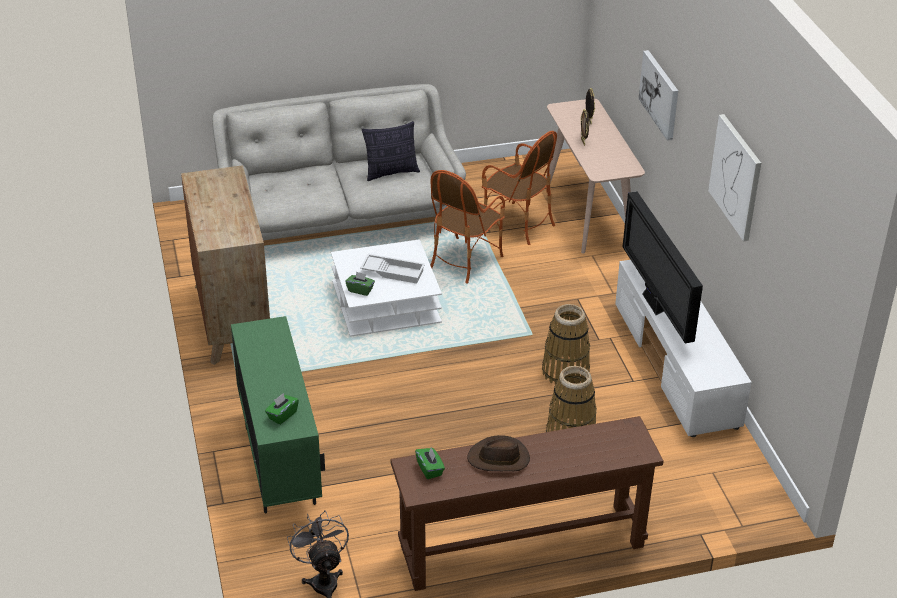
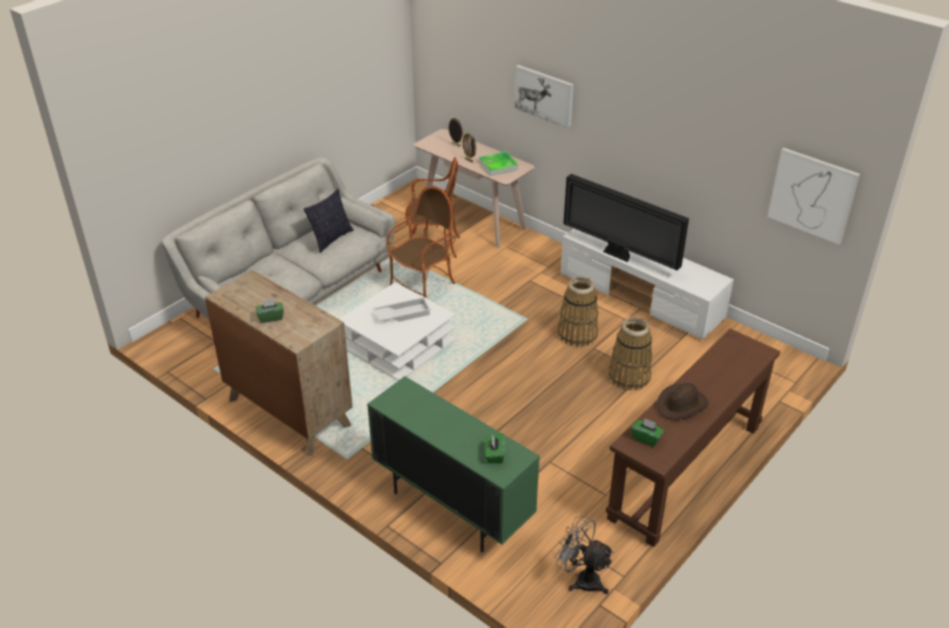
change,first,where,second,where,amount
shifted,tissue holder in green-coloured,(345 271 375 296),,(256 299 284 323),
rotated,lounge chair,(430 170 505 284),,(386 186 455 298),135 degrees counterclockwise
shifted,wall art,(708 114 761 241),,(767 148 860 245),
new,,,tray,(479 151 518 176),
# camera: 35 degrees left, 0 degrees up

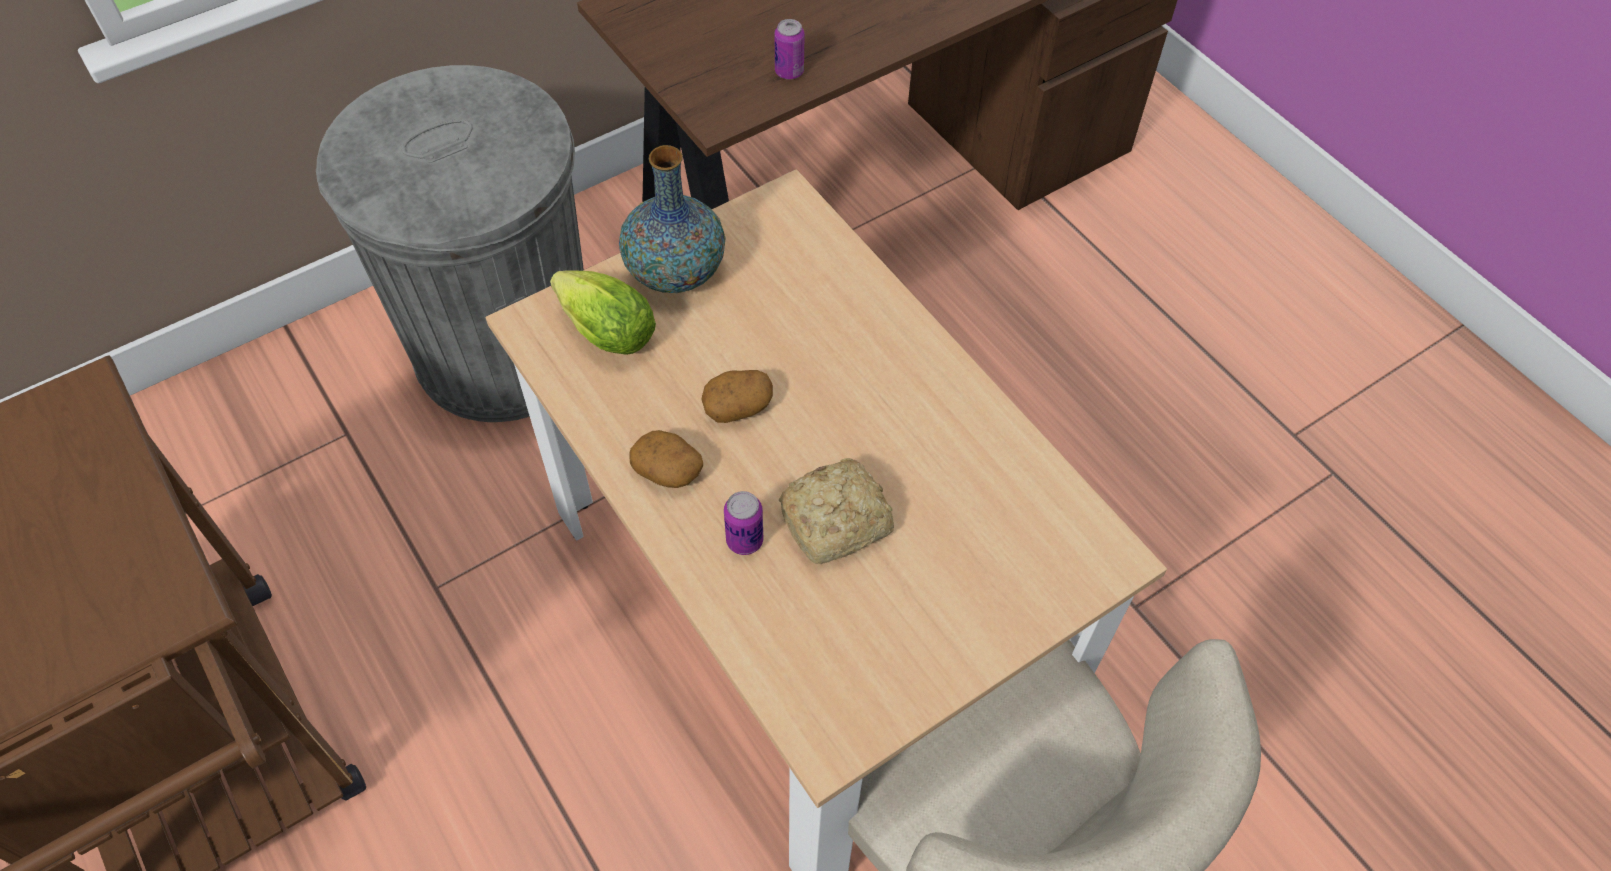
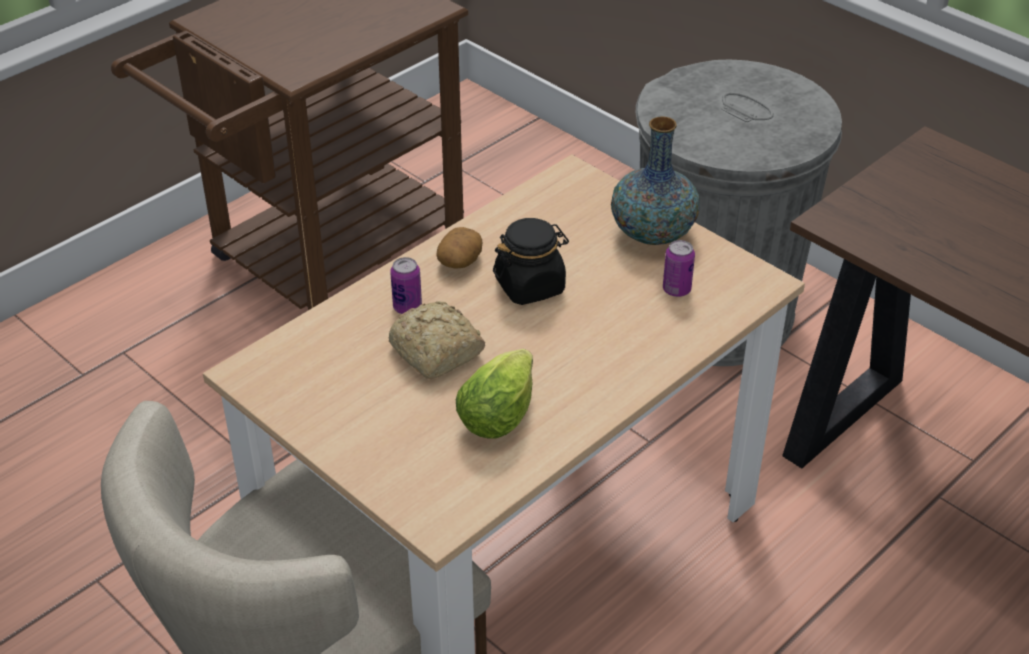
change,first,where,second,where,amount
shifted,lettuce,(550 270 656 355),,(456 349 533 439),
swapped,spud,(702 370 773 423),jar in black-coloured,(493 218 569 305),
shifted,metal can,(775 19 805 79),,(663 240 695 297),
# camera: 80 degrees right, 15 degrees down

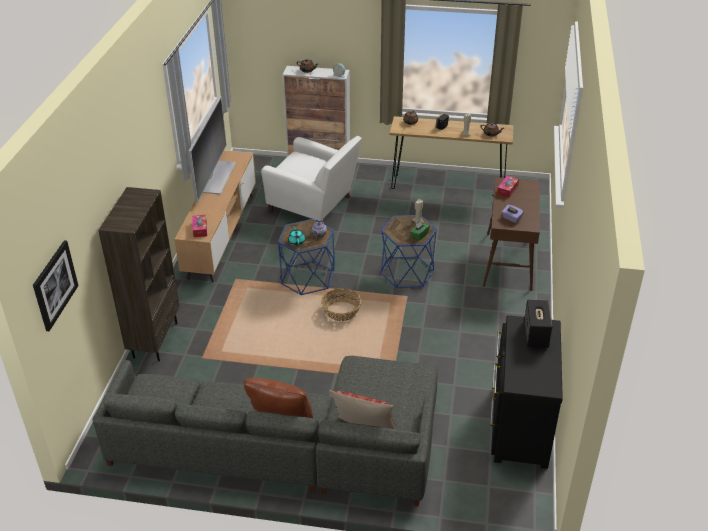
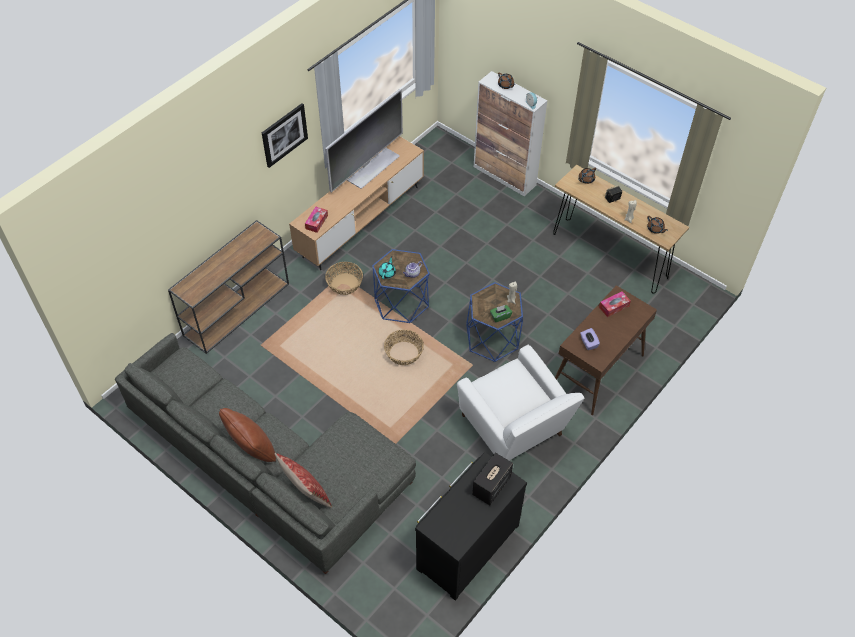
change,first,where,second,where,amount
shifted,wall art,(33 240 78 331),,(262 103 308 168),
swapped,bookshelf in brown,(98 187 180 361),hall table in brown,(168 220 289 354),
shifted,lounge chair in white-coloured,(261 136 362 222),,(457 345 584 460),
new,,,basket,(325 262 363 295),
# camera: 30 degrees right, 15 degrees up

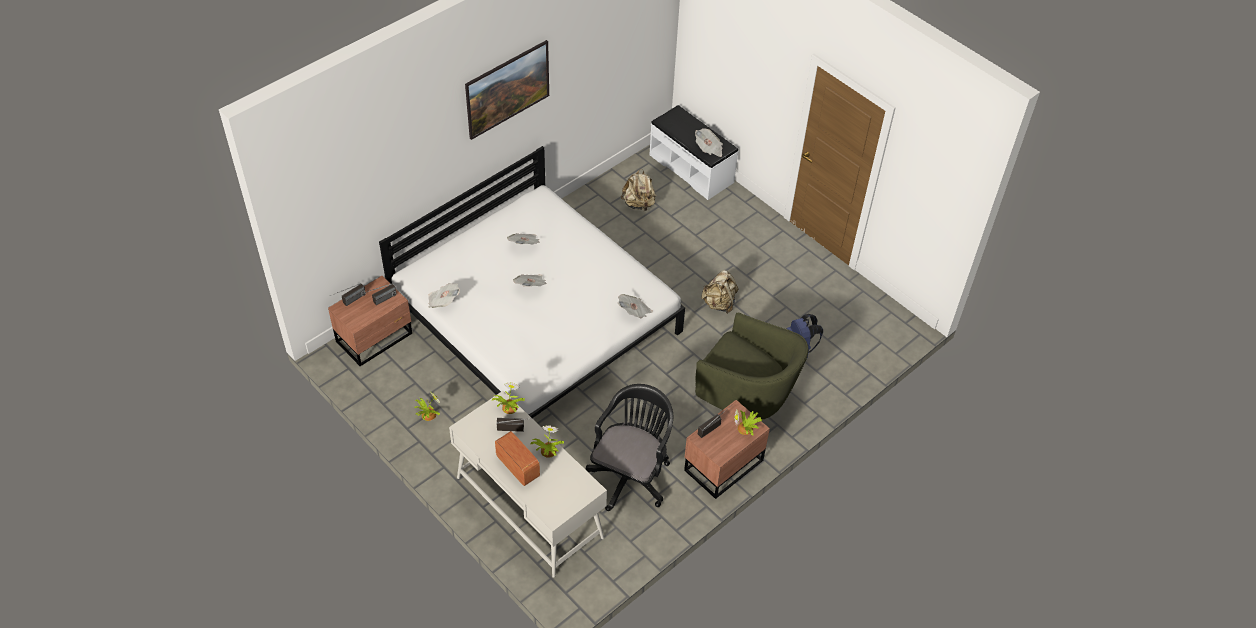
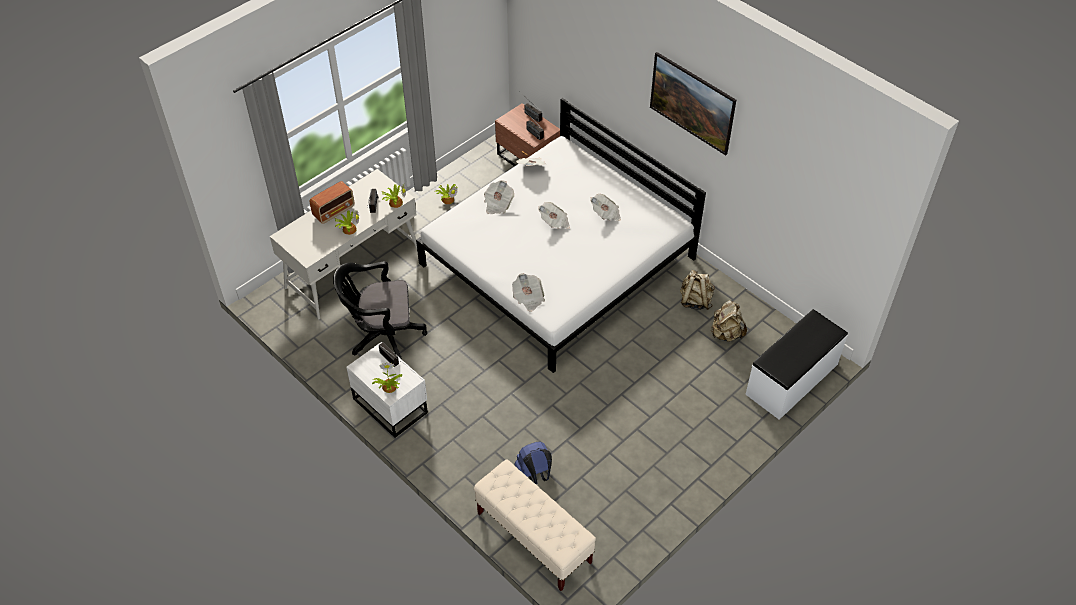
change,first,where,second,where,amount
rotated,desk chair in black-coloured,(585 384 673 511),,(333 262 427 359),150 degrees clockwise
repainted,bedside table in brown,(684 400 770 499),bedside table in white-coloured,(346 342 428 438),
shifted,printed paper,(695 128 723 157),,(484 180 514 214),
gone,lounge chair in green-coloured,(695 313 808 420),,,
shifted,backpack in beige-coloured,(701 270 739 314),,(680 270 715 310),
new,,,bench in beige-coloured,(474 460 596 591),
# camera: 90 degrees right, 0 degrees up

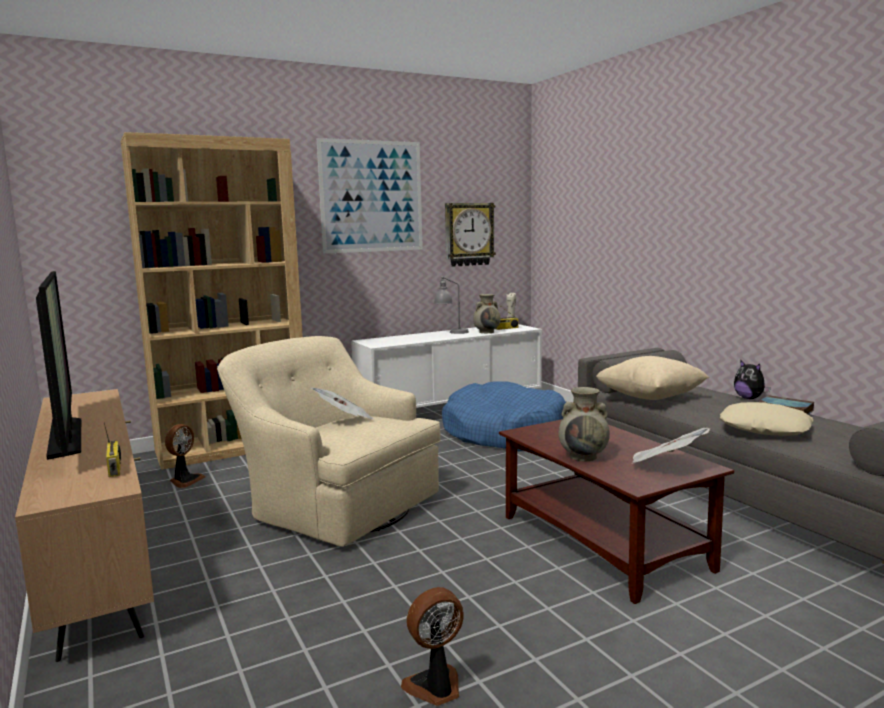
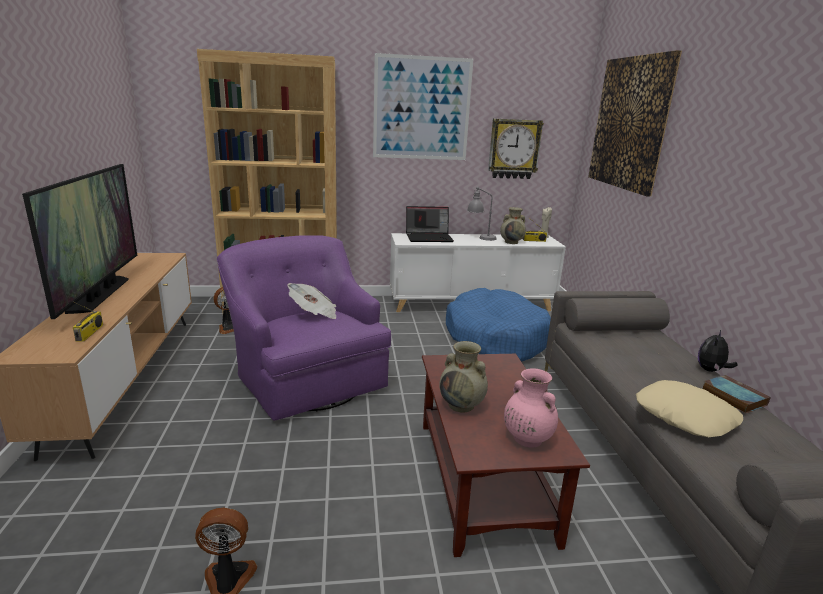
change,first,where,second,where,amount
repainted,lounge chair in beige-coloured,(217 336 441 547),lounge chair in purplish,(217 235 391 421),
gone,pillow in beige-coloured,(596 356 709 400),,,
swapped,printed paper,(632 427 710 464),vase in pink-coloured,(504 368 558 448),
rotated,soft toy,(734 360 771 399),,(698 330 738 372),45 degrees clockwise
new,,,portable computer,(406 206 454 242),
new,,,wall art,(588 50 682 197),
# camera: 20 degrees right, 10 degrees up

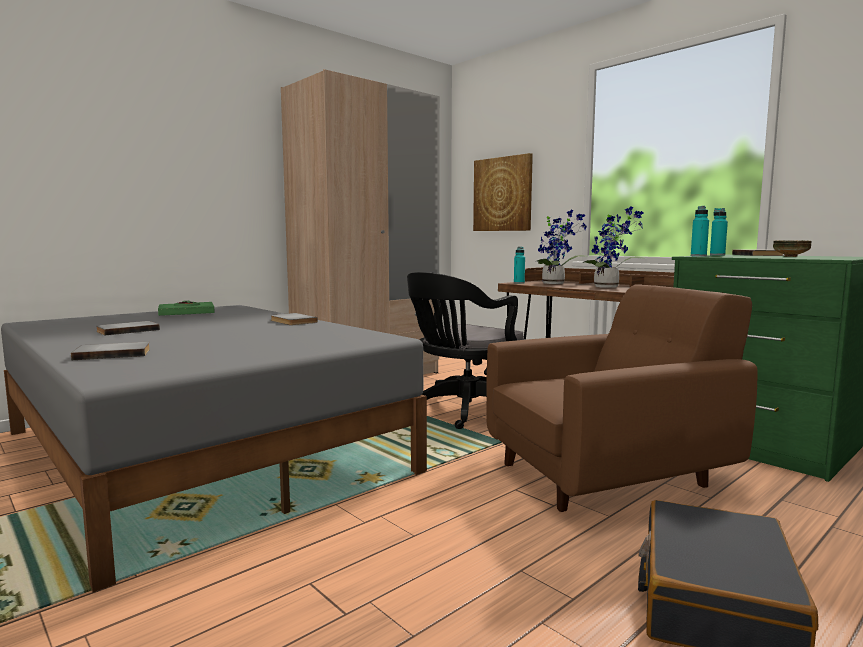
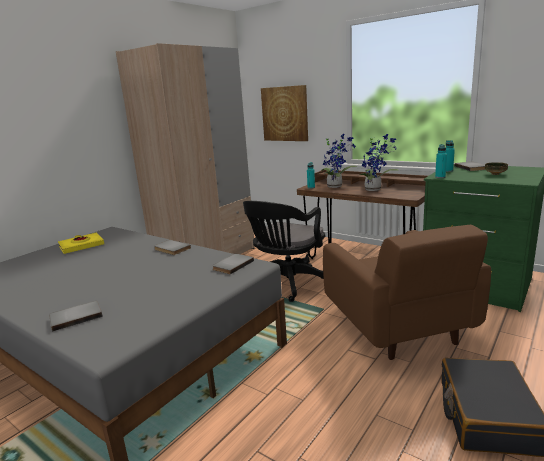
change,first,where,second,where,amount
shifted,volume in grey,(96 321 160 336),,(212 254 254 274),
repainted,volume in green-coloured,(158 301 215 316),volume in yellow,(58 233 104 254),
rotated,lounge chair in brown,(486 284 758 512),,(323 225 491 360),105 degrees clockwise
# camera: 10 degrees left, 10 degrees up

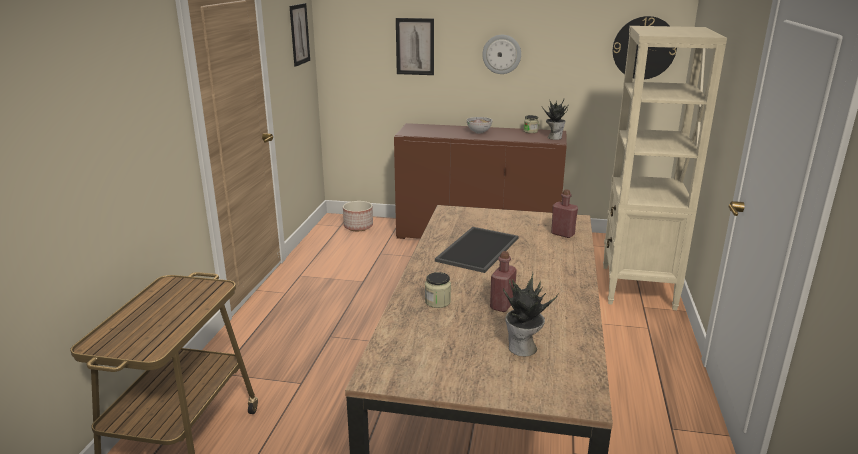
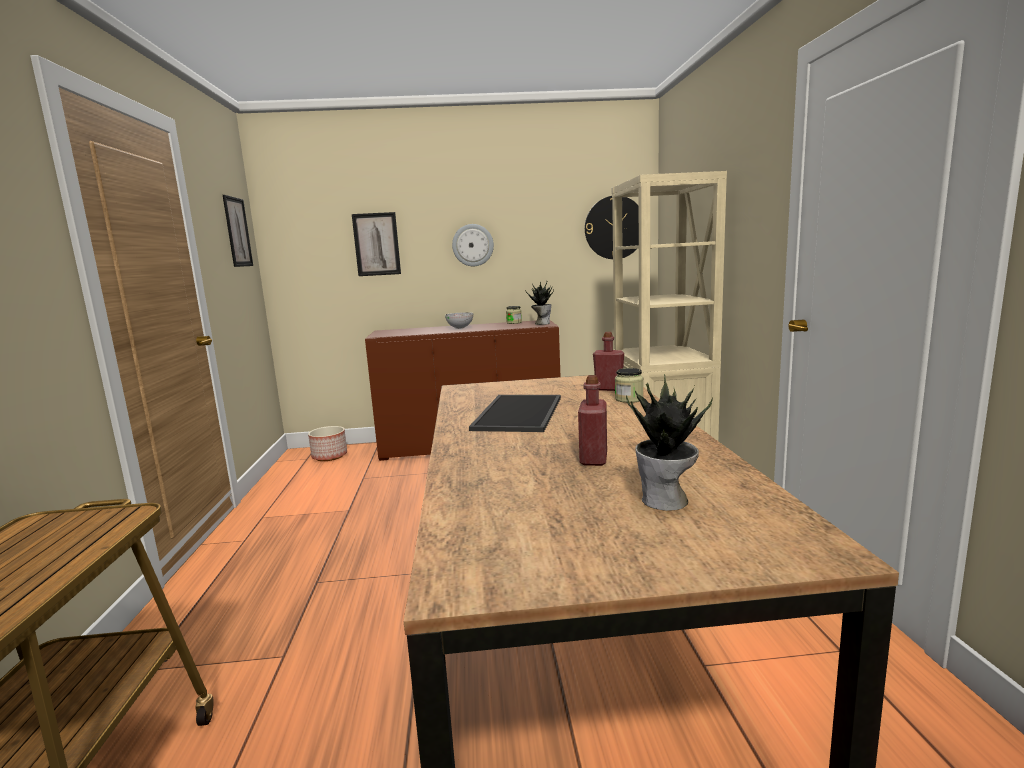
change,first,where,second,where,amount
shifted,jar,(425 272 451 308),,(615 368 643 403),
# camera: 15 degrees left, 10 degrees down

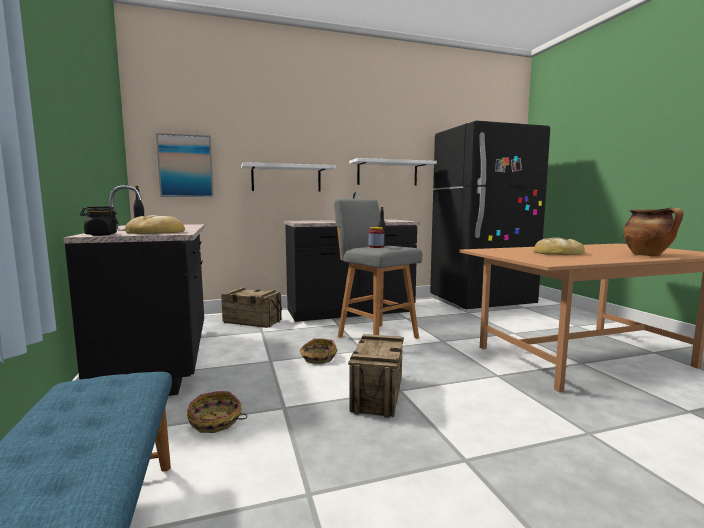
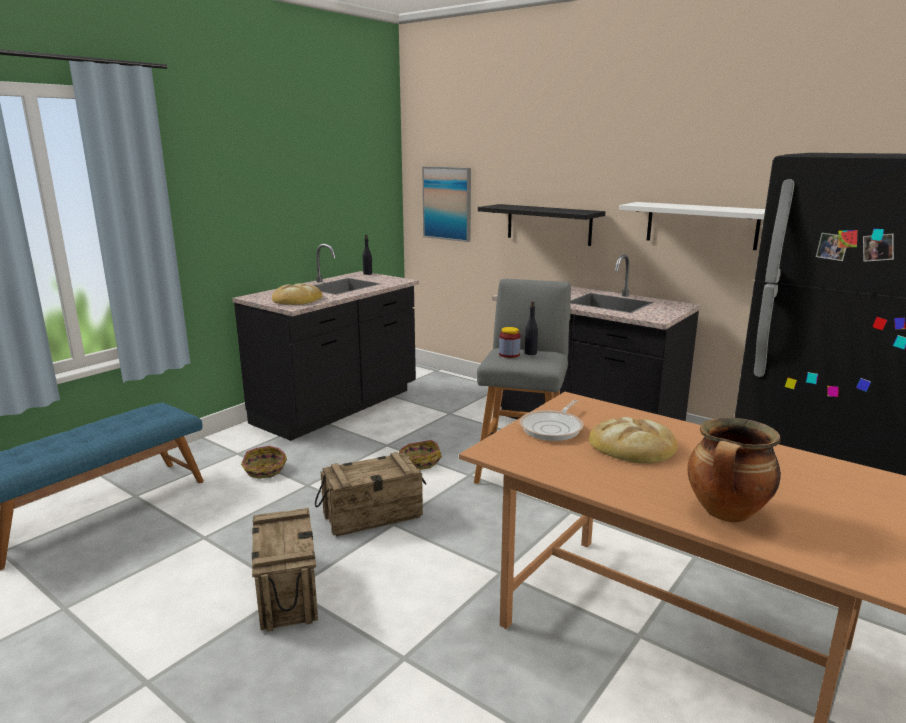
change,first,where,second,where,amount
gone,jar in black-coloured,(80 206 119 236),,,
shifted,crate,(221 287 282 328),,(252 508 318 631),
repainted,shelf in white-coloured,(241 162 336 192),shelf in black-coloured,(478 204 605 246),
new,,,skillet,(519 400 584 441),
# camera: 55 degrees right, 10 degrees up

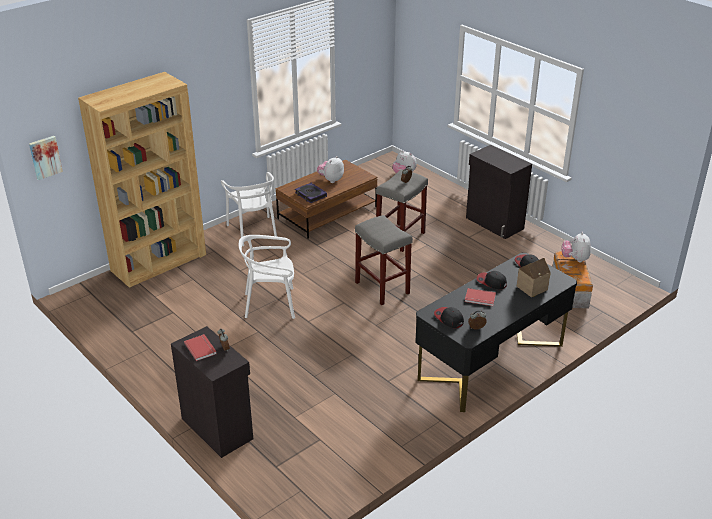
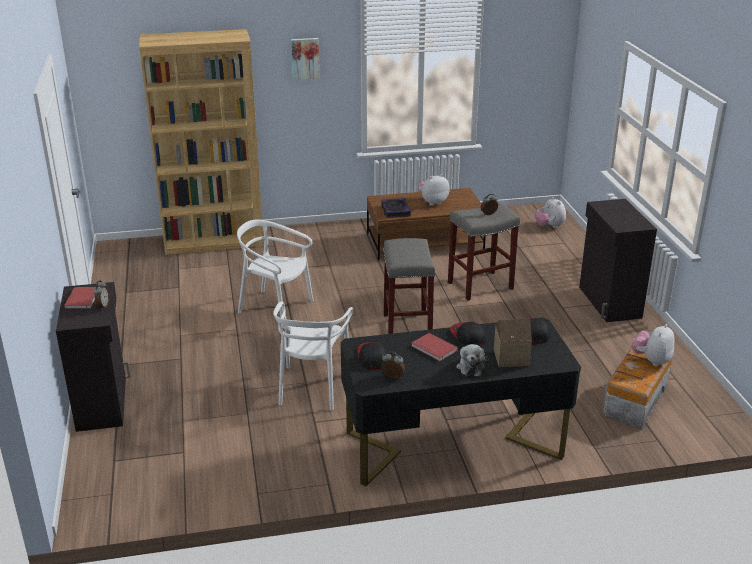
change,first,where,second,where,amount
shifted,wall art,(29 136 63 180),,(291 38 320 80),
shifted,plain chair in white-coloured,(221 172 277 246),,(273 301 353 410),
new,,,soft toy,(457 344 488 376),
# camera: 30 degrees right, 5 degrees down

